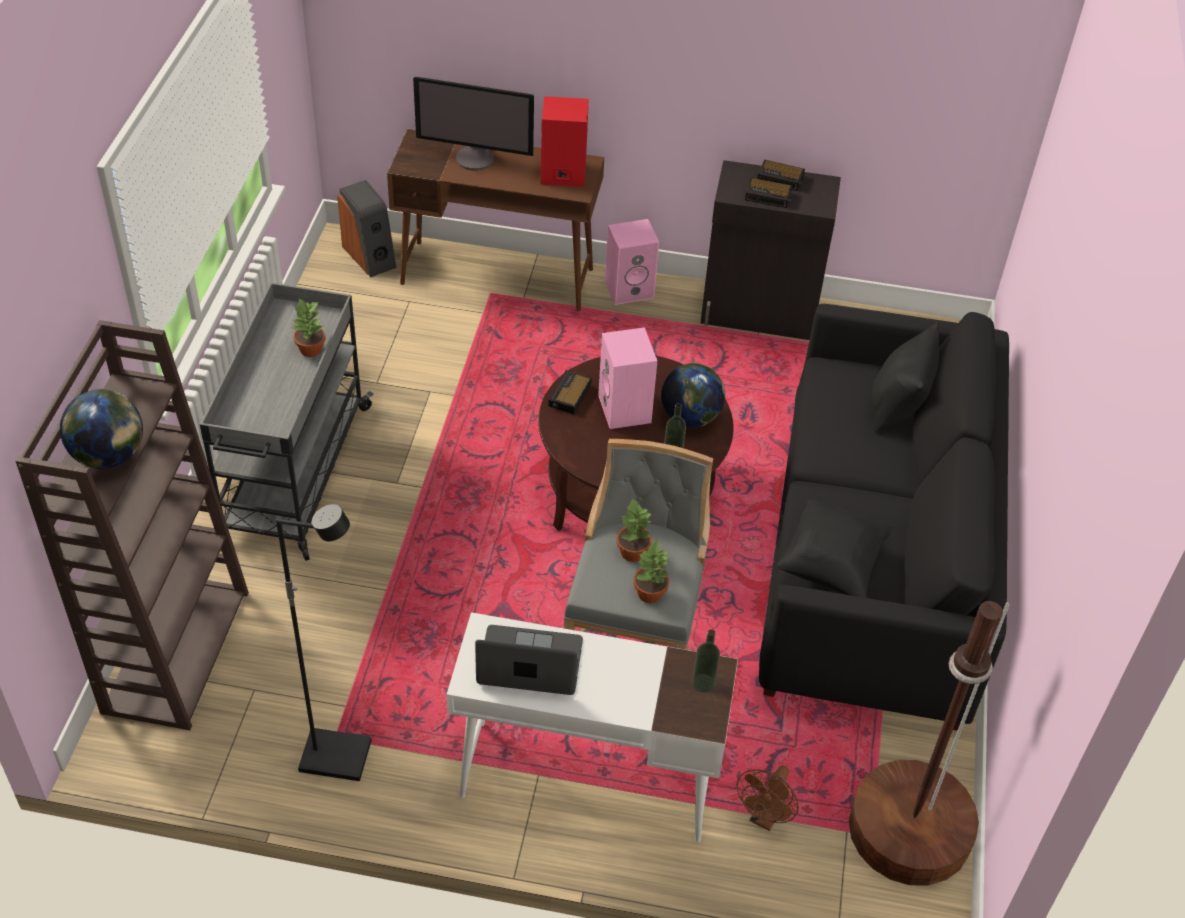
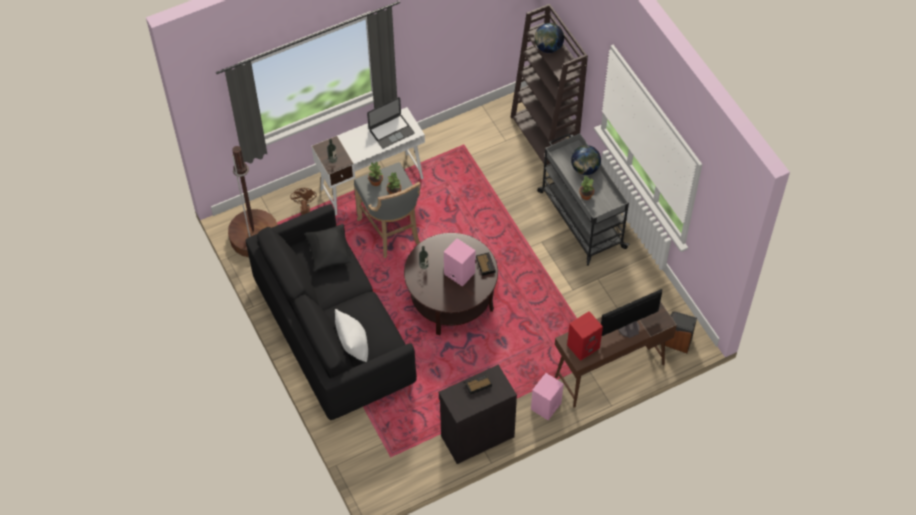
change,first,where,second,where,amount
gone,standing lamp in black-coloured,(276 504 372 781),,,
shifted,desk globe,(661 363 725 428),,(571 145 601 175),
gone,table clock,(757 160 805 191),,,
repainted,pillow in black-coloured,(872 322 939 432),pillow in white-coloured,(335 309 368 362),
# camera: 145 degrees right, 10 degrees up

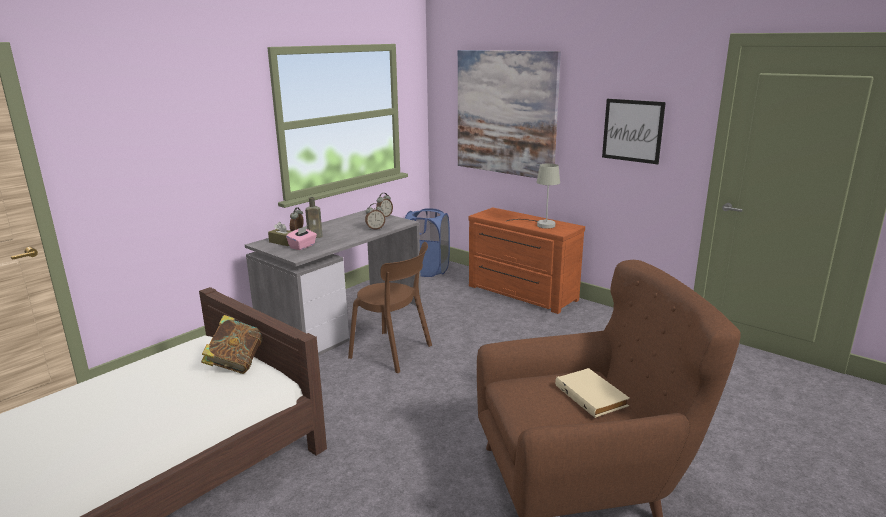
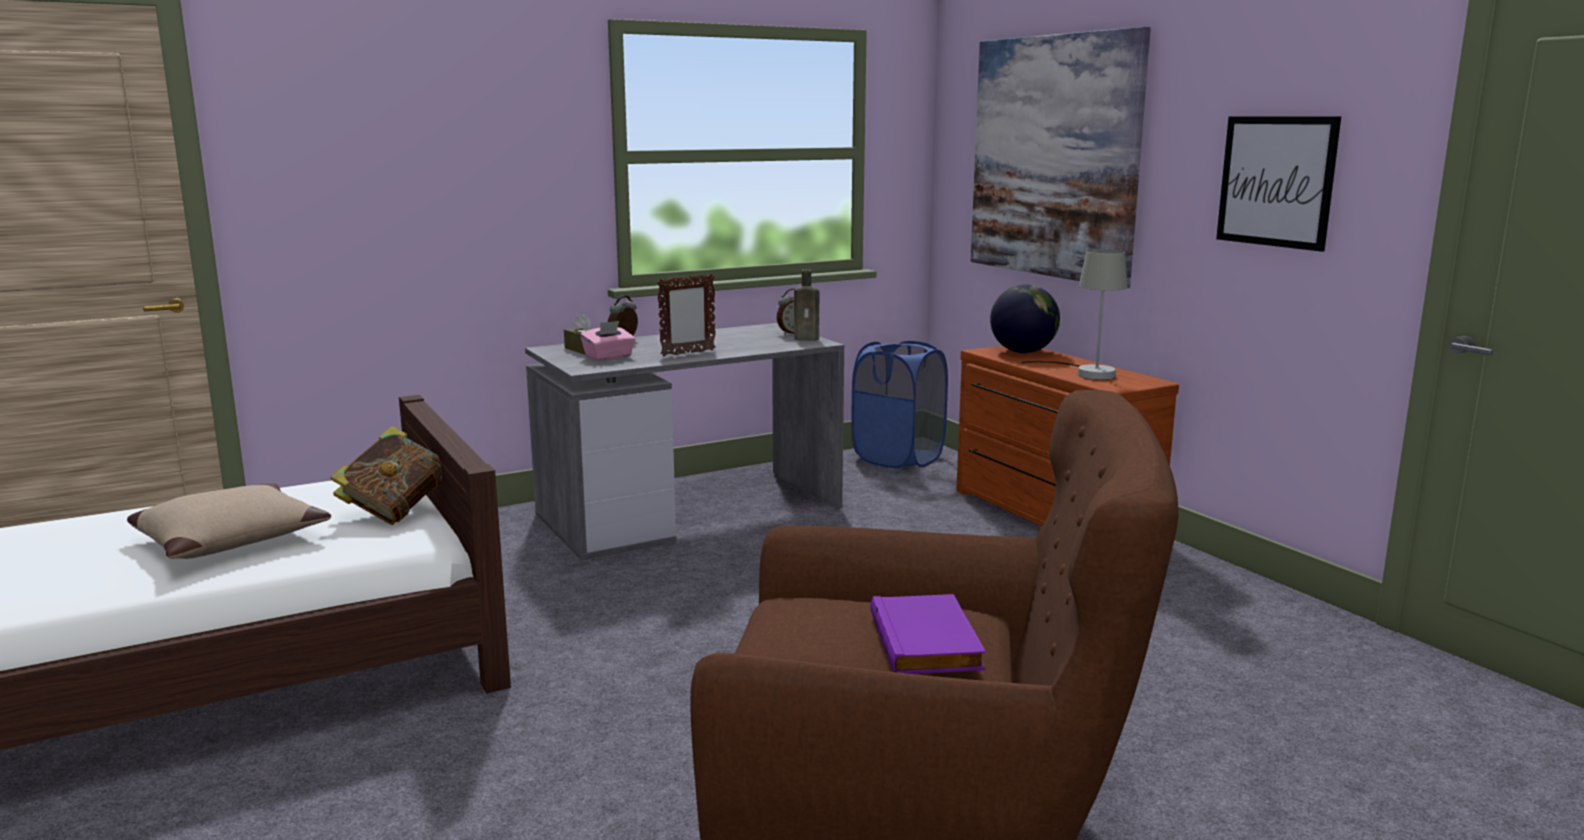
change,first,where,second,where,amount
shifted,beverage bottle in brown,(305 197 323 238),,(794 270 819 341),
gone,plain chair in brown,(348 242 432 373),,,
gone,table clock,(365 203 385 230),,,
repainted,volume in beige-coloured,(555 368 630 418),volume in purplish,(871 594 986 674),
new,,,pillow in beige-coloured,(127 483 331 559),
new,,,standing frame,(657 274 716 357),
new,,,desk globe,(990 284 1060 353),
# camera: 20 degrees right, 5 degrees down

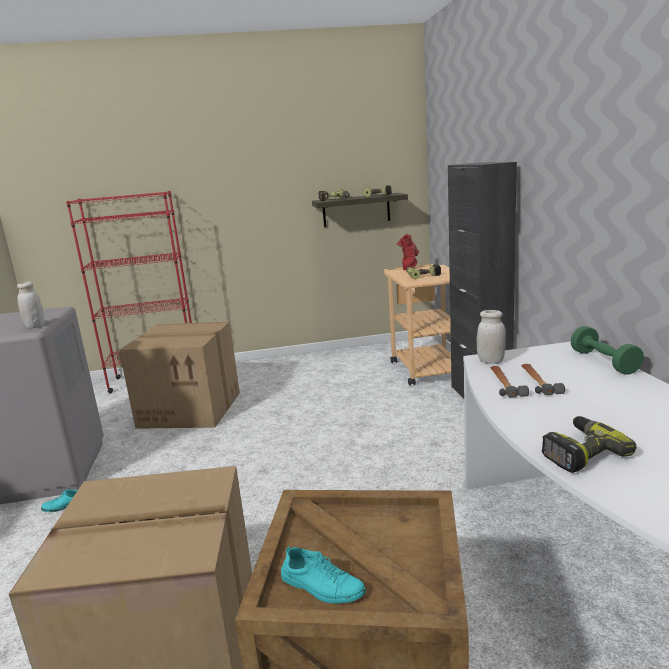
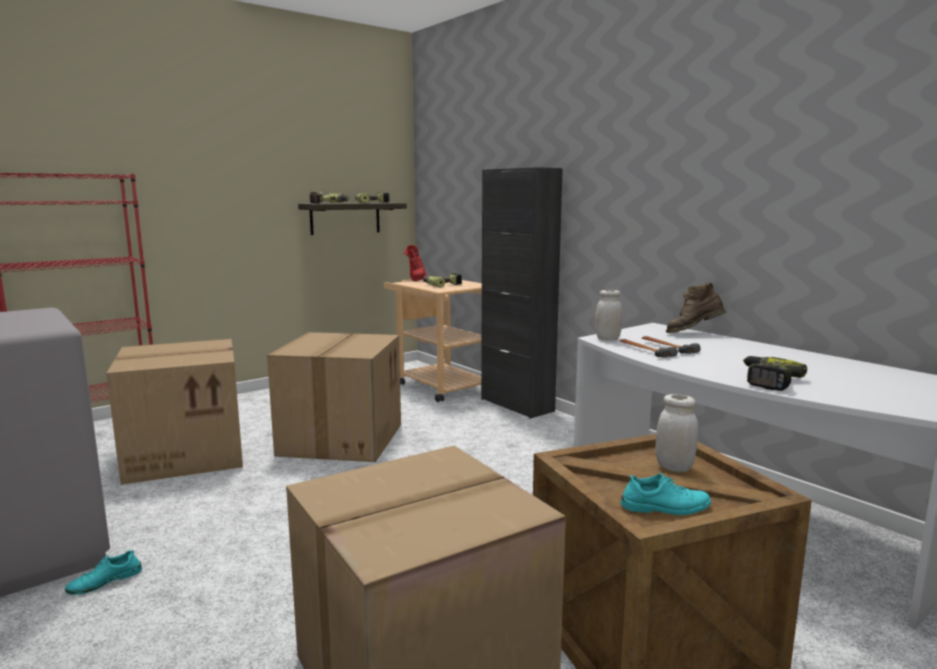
change,first,where,second,where,amount
shifted,jar in white-coloured,(17 281 45 329),,(656 394 699 472),
swapped,free weight in green-coloured,(571 326 644 375),high-top boot in brown,(666 282 726 333),
new,,,cardboard box,(267 332 401 462),
# camera: 30 degrees left, 5 degrees down

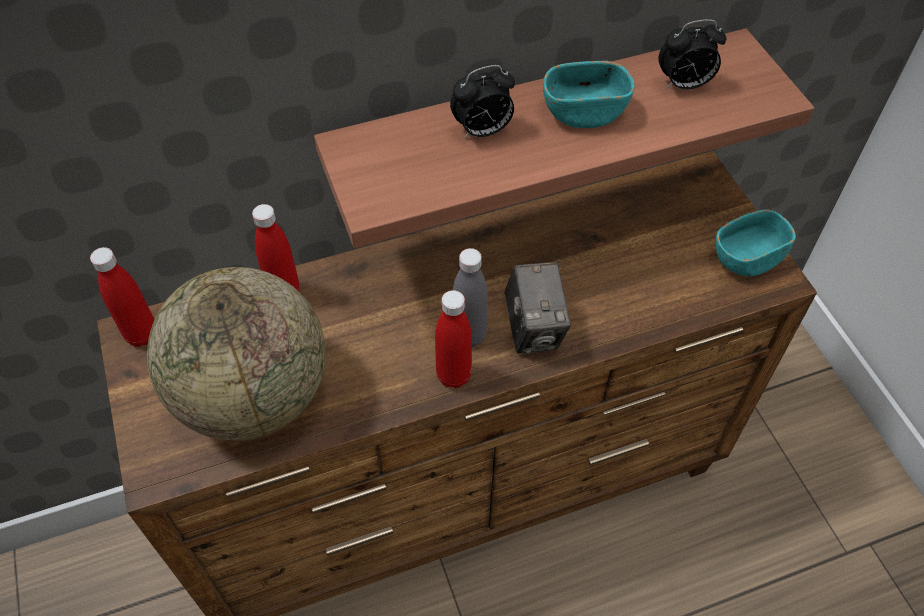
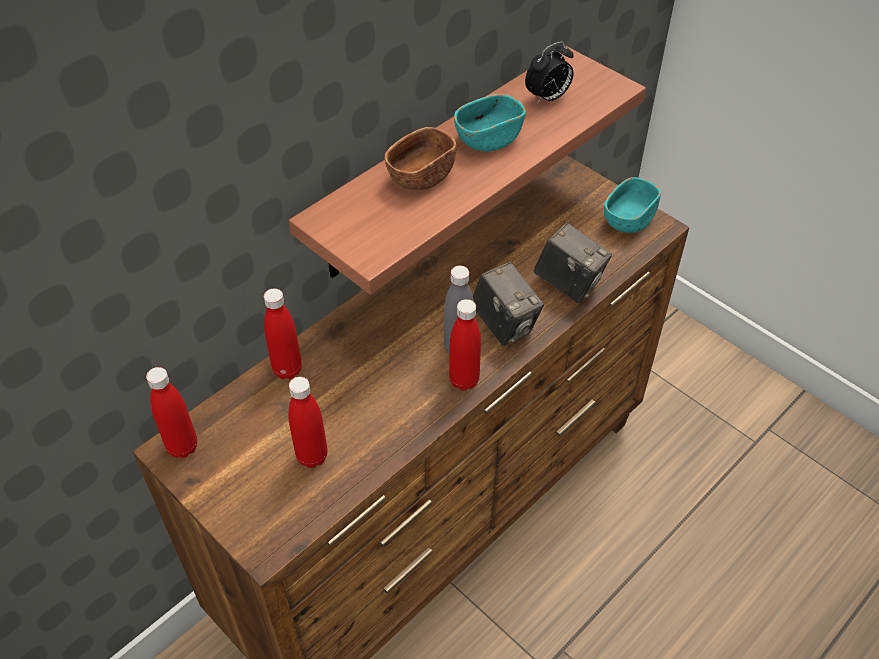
change,first,where,second,where,amount
swapped,desk globe,(147 267 326 441),beverage bottle in red,(288 377 328 468),
swapped,table clock,(450 65 515 138),bowl in brown,(384 127 457 190),
new,,,still camera,(534 223 612 303),
# camera: 25 degrees left, 5 degrees down

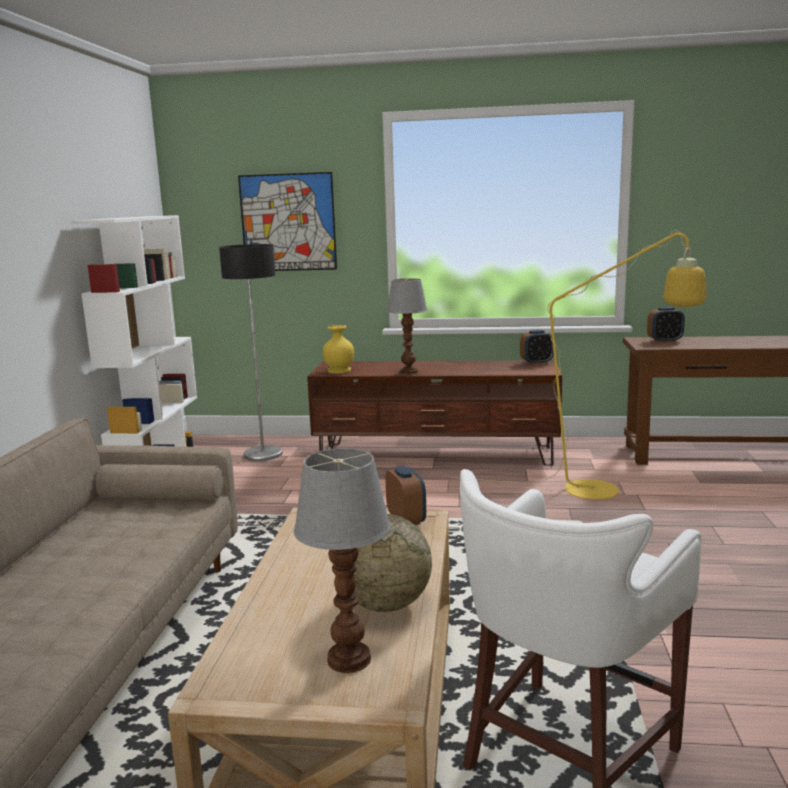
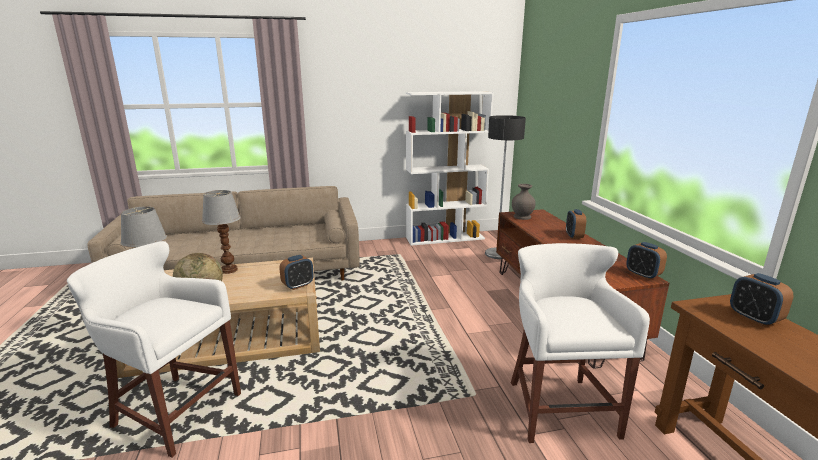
change,first,where,second,where,amount
gone,wall art,(238 172 337 271),,,
repainted,vase in yellow,(323 325 354 374),vase in grey,(512 184 536 220),
shifted,tabletop lamp,(387 278 427 375),,(202 190 241 274),
swapped,standing lamp in yellow,(451 230 706 500),stool seat in white-coloured,(511 243 650 443),
new,,,table clock,(566 209 586 239),
# camera: 70 degrees right, 5 degrees up

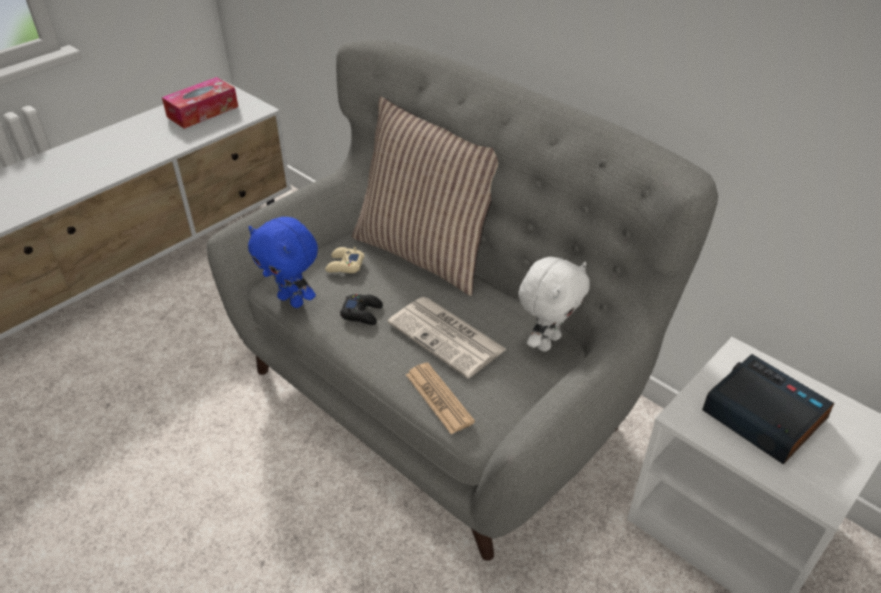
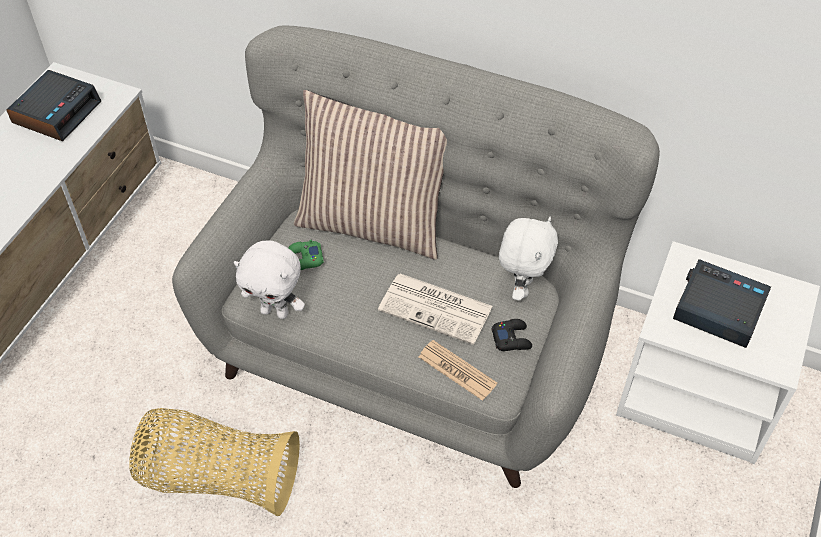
change,first,where,second,where,amount
swapped,tissue holder,(162 77 238 129),table clock,(6 70 101 141),
repainted,soft toy in bluish,(248 217 318 308),soft toy in white-coloured,(234 240 305 319),
repainted,game controller in beige-coloured,(325 247 364 273),game controller in green-coloured,(288 240 324 270),
shifted,game controller in black-coloured,(340 294 383 325),,(491 319 532 351),
new,,,basket,(129 408 300 516),
# camera: 20 degrees left, 10 degrees up

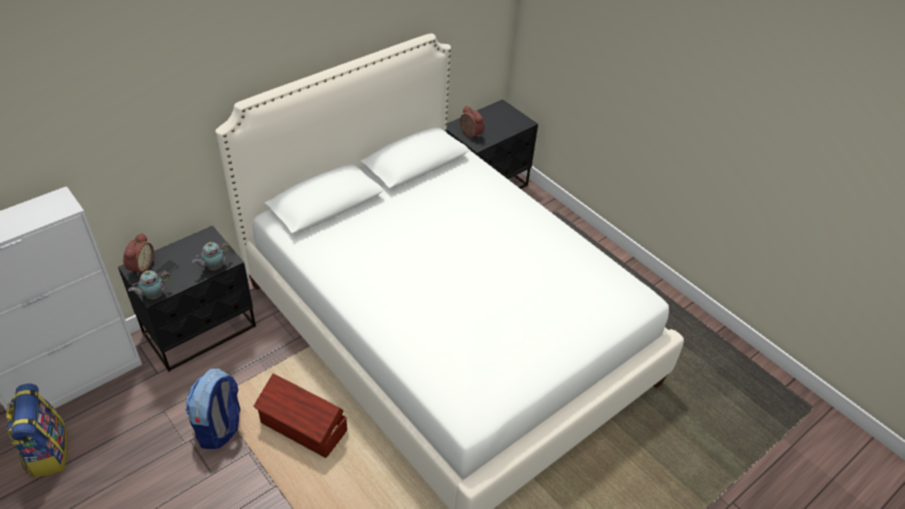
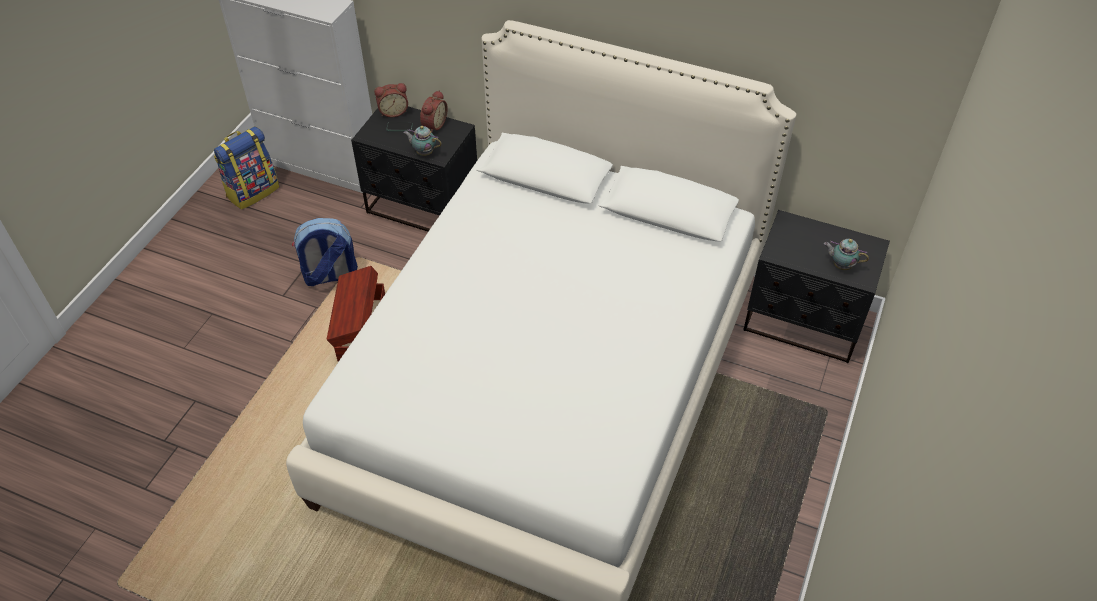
change,first,where,second,where,amount
shifted,tea pot,(128 270 170 299),,(824 239 869 270),
shifted,table clock,(460 106 485 138),,(420 90 448 133),
# camera: 65 degrees right, 5 degrees up

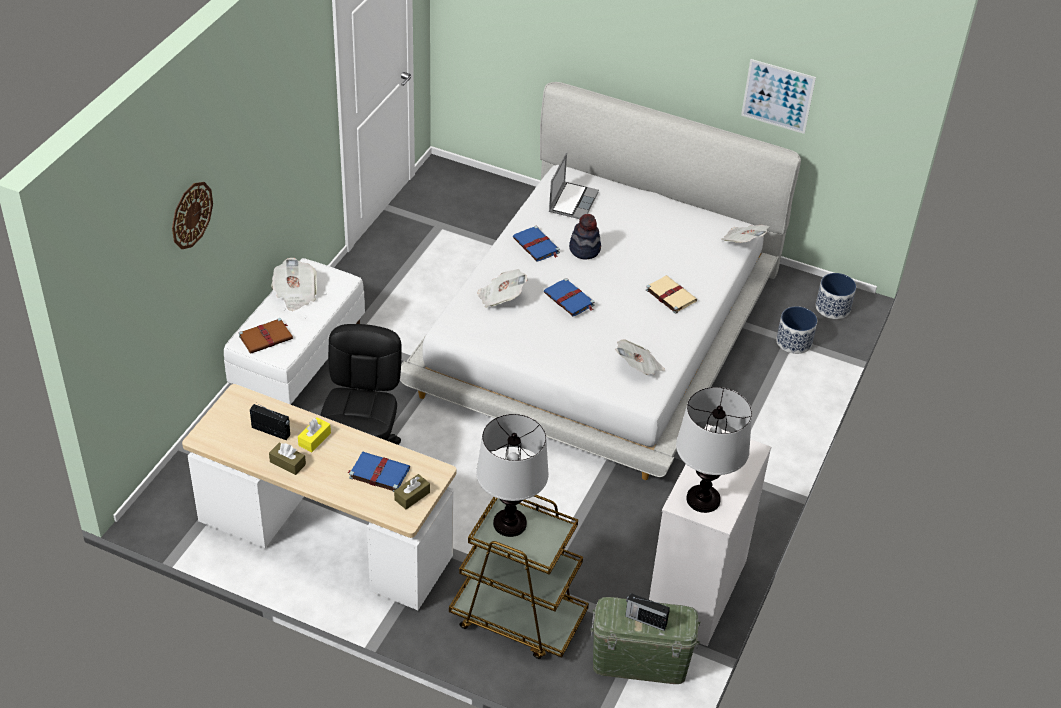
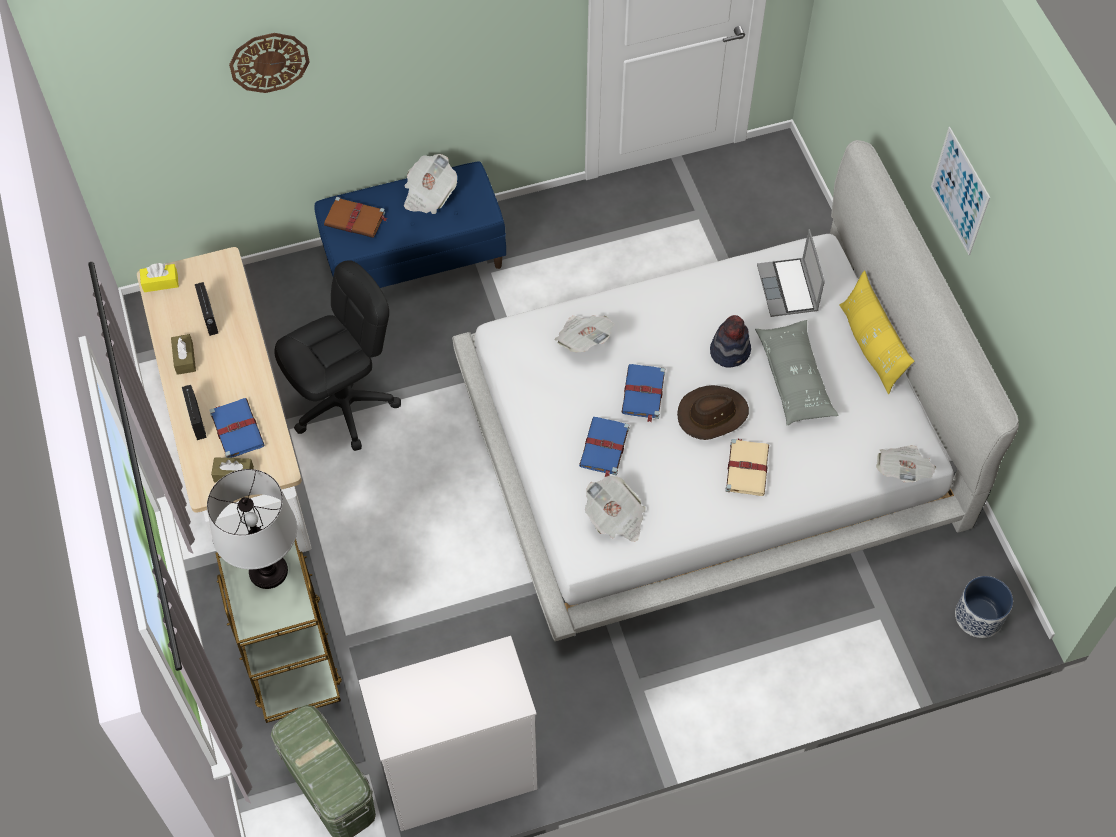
change,first,where,second,where,amount
repainted,bench in white-coloured,(224 258 365 405),bench in bluish,(315 162 506 288),
shifted,tissue holder in yellow,(298 417 331 452),,(140 263 179 292),
shifted,volume in bluish,(513 226 560 262),,(579 417 629 477),
rotated,portable computer,(549 153 599 219),,(757 229 825 317),105 degrees clockwise
shifted,radio,(625 593 670 631),,(182 385 207 440),
gone,tabletop lamp,(676 387 752 513),,,
shifted,wall art,(741 59 816 134),,(931 127 990 255),
gone,plant pot,(776 306 817 354),,,
new,,,wearable hat in brown,(677 385 749 440),
new,,,pillow in grey,(755 320 839 425),
new,,,pillow in yellow,(839 270 914 394),
# camera: 50 degrees right, 15 degrees up

